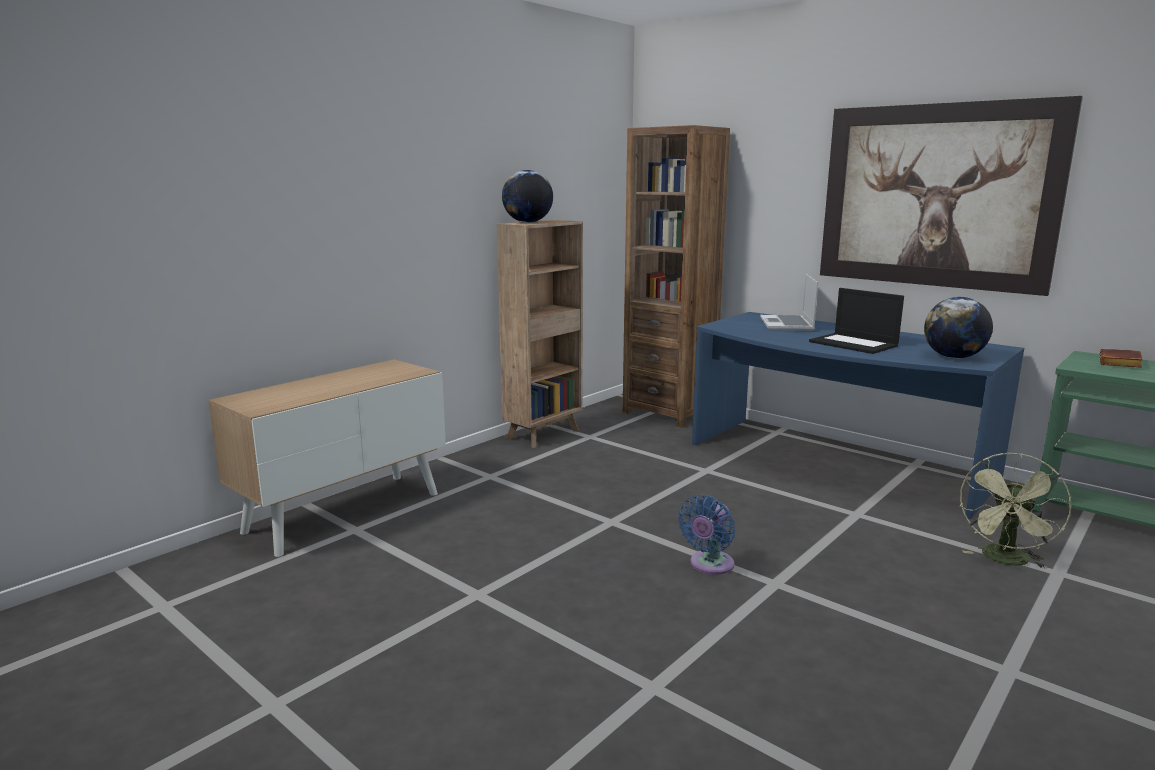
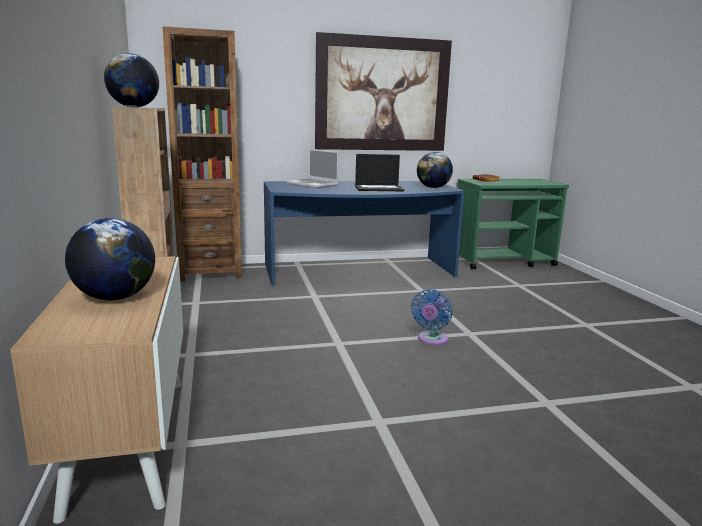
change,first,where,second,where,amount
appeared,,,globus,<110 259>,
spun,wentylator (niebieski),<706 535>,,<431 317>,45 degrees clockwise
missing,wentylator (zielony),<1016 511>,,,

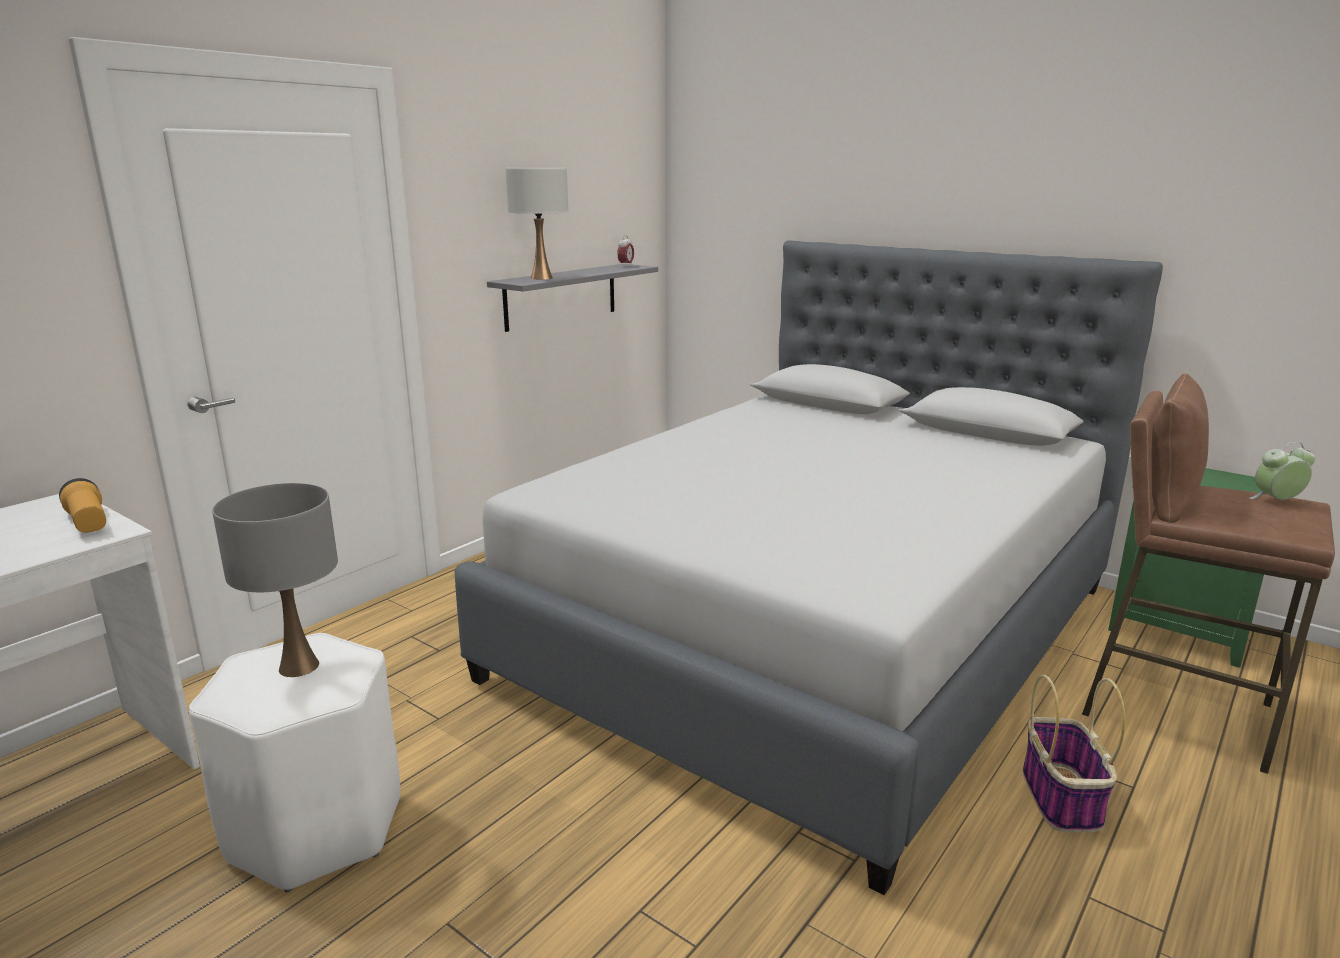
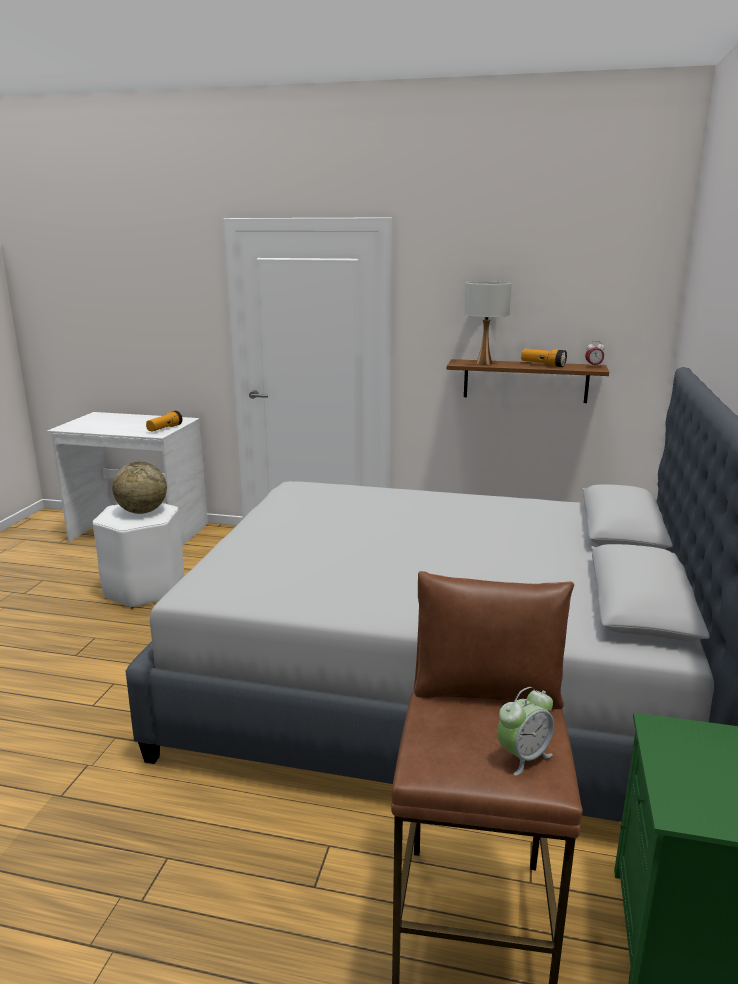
change,first,where,second,where,amount
exchanged,lampa stołowa (szary),<275 580>,globus,<139 488>,
colour,półka (szary),<572 298>,półka (brązowy),<528 381>,
spun,budzik,<1282 471>,,<525 731>,90 degrees clockwise
appeared,,,latarka,<544 358>,
missing,koszyk,<1074 754>,,,

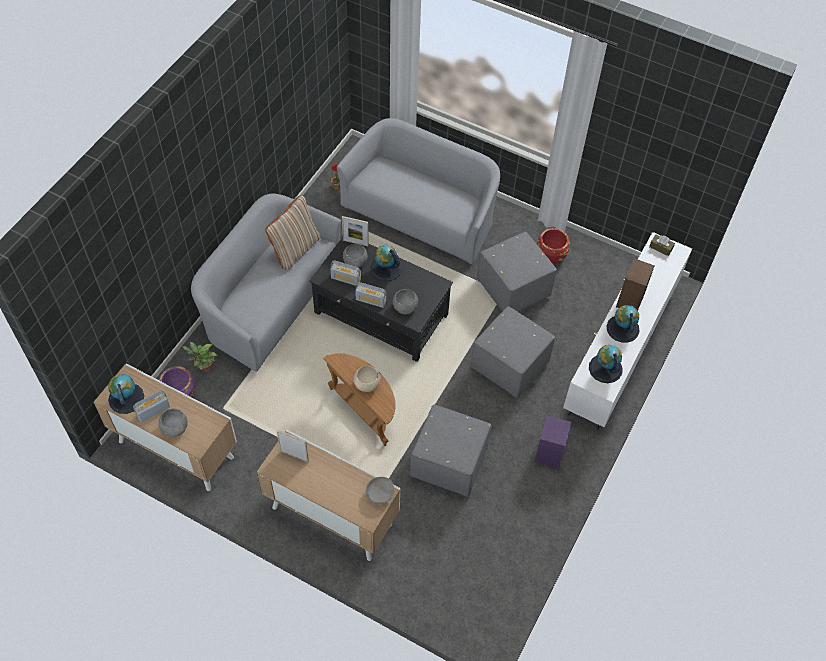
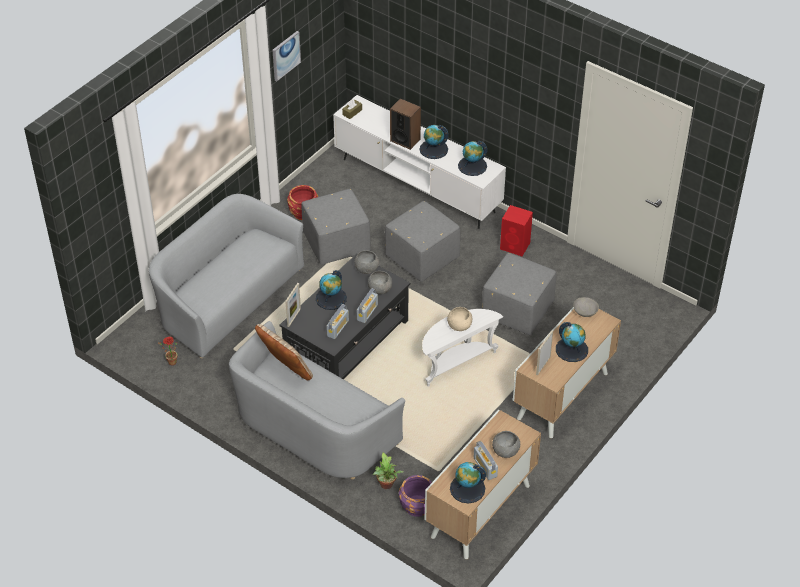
change,first,where,second,where,amount
appeared,,,obraz,<286 56>,
relocated,miska (szary),<355 256>,,<367 262>,
colour,stolik (brązowy),<359 400>,stolik (biały),<462 348>,
colour,głośnik (fioletowy),<553 441>,głośnik (czerwony),<516 230>,
appeared,,,globus,<572 342>,

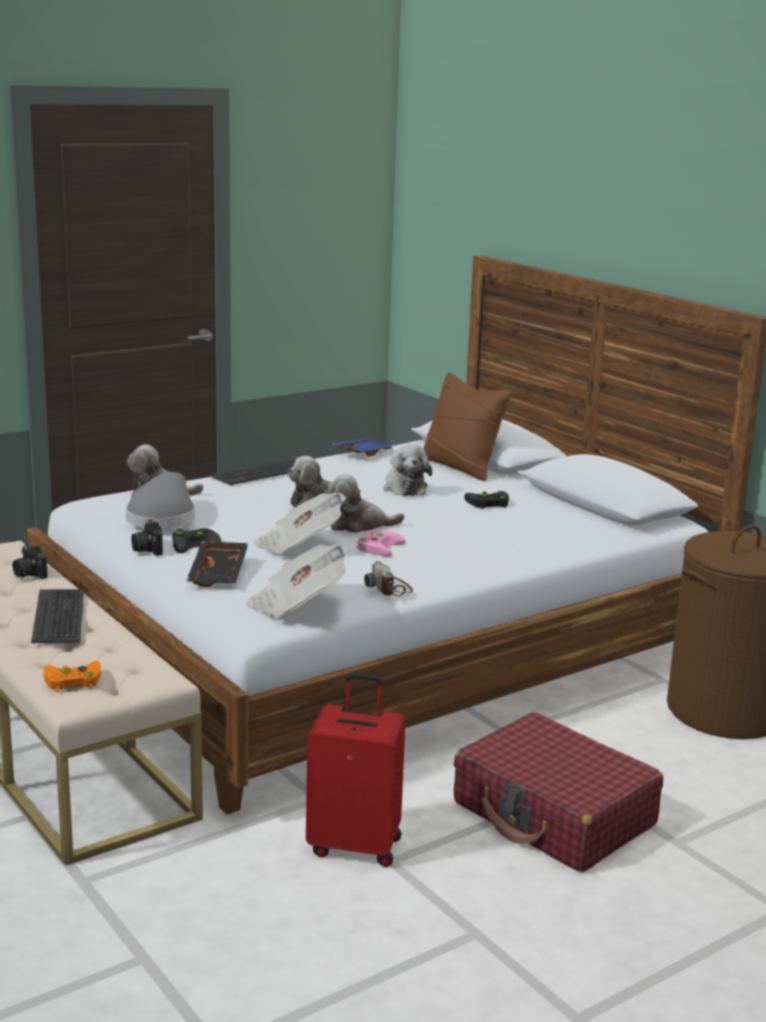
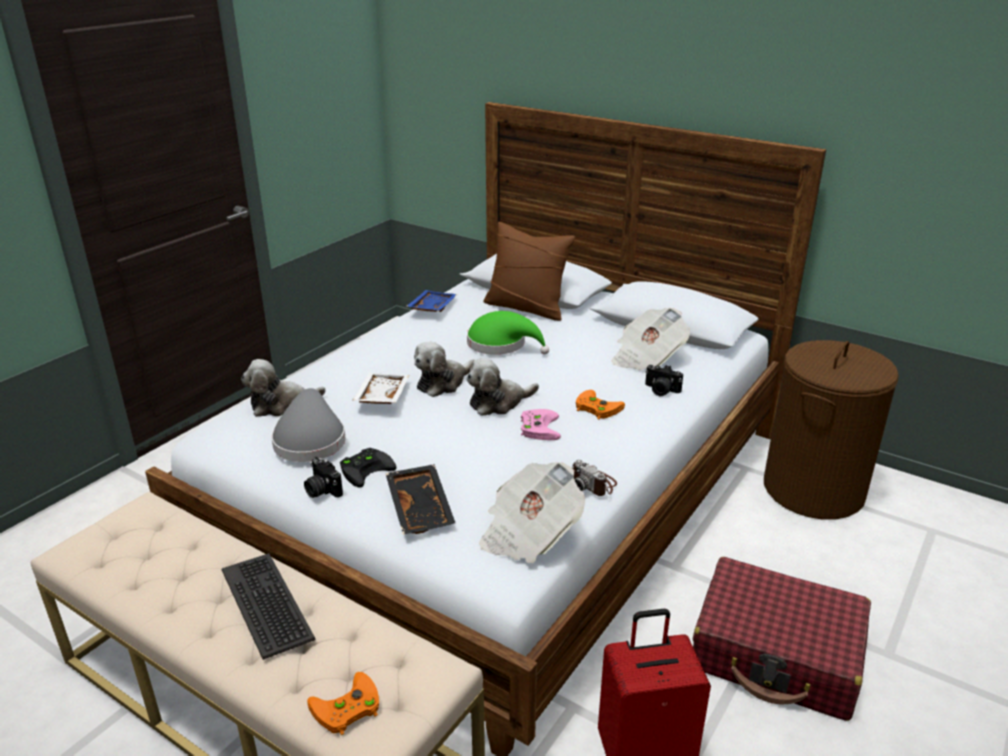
change,first,where,second,where,amount
appeared,,,taca (biały),<381 388>,
exchanged,pluszak,<407 470>,kapelusz (zielony),<508 333>,
appeared,,,pad do gier (pomarańczowy),<600 404>,
relocated,gazeta,<300 523>,,<651 339>,
relocated,aparat fotograficzny,<30 561>,,<664 380>,
missing,klawiatura,<253 472>,,,
missing,pad do gier (czarny),<486 500>,,,

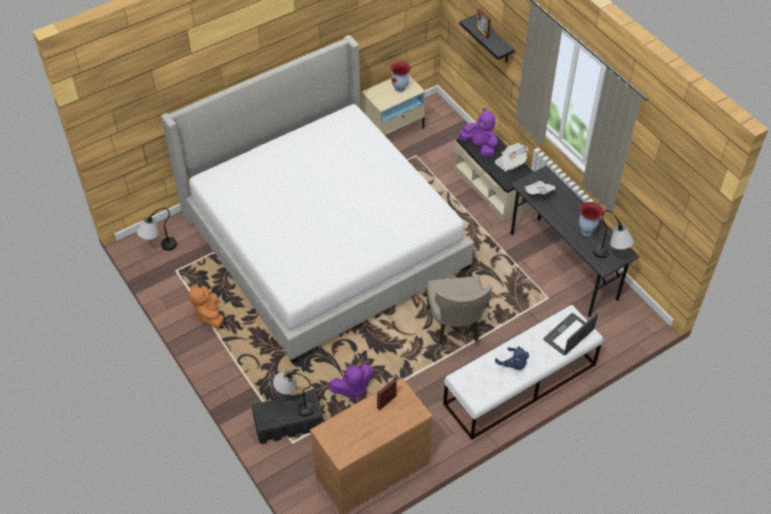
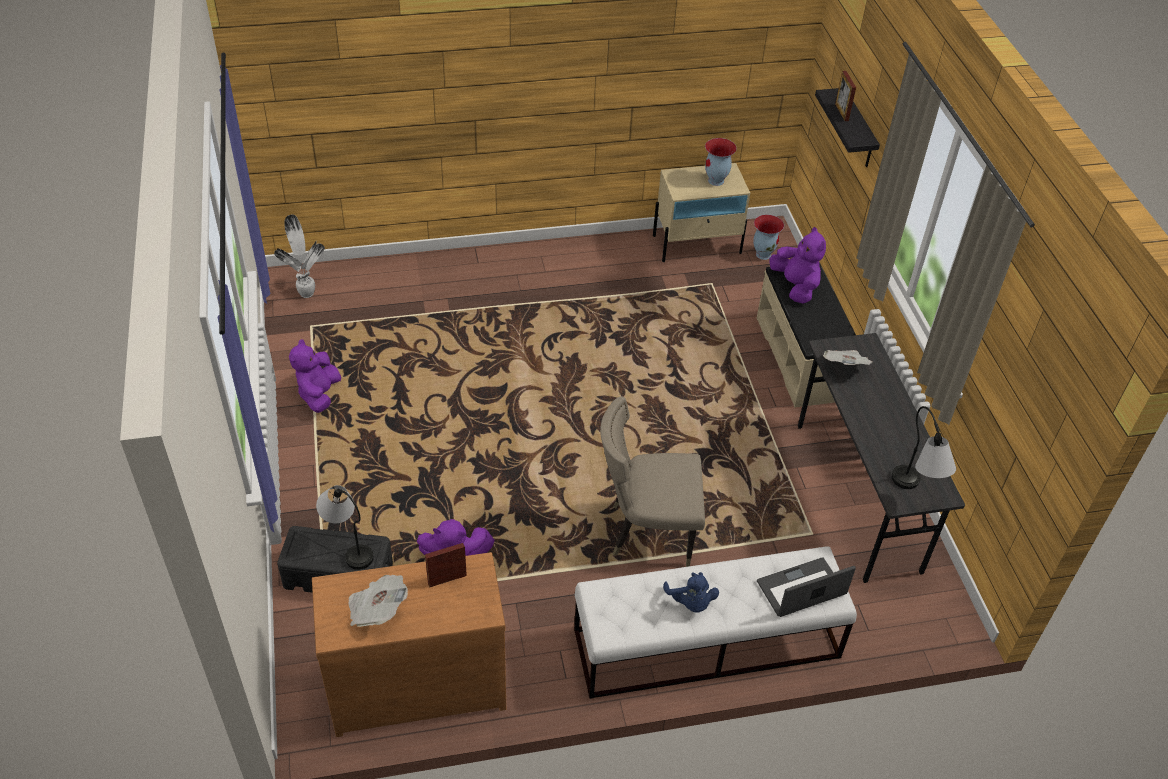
change,first,where,second,where,amount
exchanged,lampa stołowa,<157 229>,roślina doniczkowa,<299 256>,
colour,pluszak (pomarańczowy),<206 306>,pluszak (fioletowy),<315 376>,
relocated,gazeta,<511 157>,,<378 601>,
spun,krzesło (beżowy),<459 313>,,<652 481>,75 degrees clockwise
relocated,wazon,<591 219>,,<768 237>,
missing,łóżko,<317 199>,,,

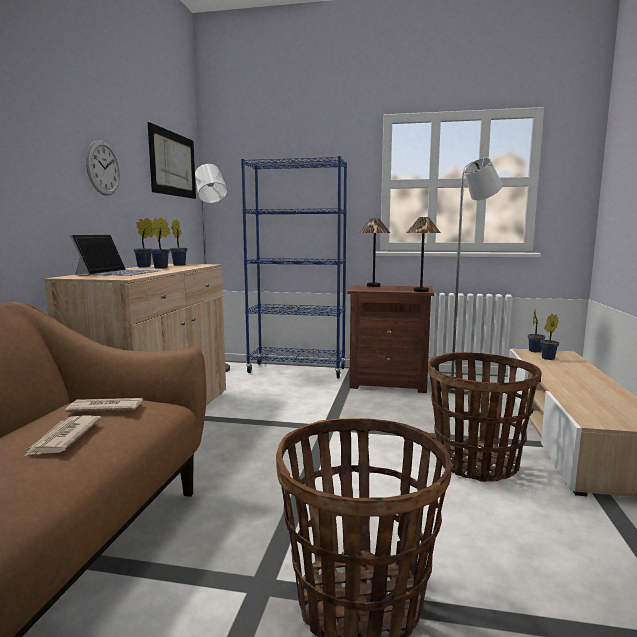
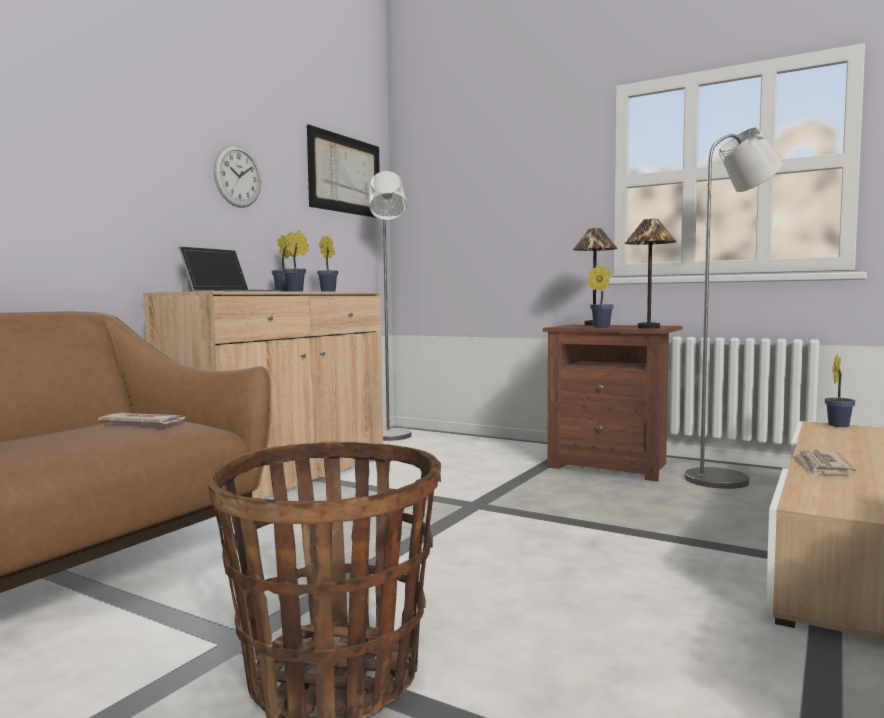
change,first,where,second,where,amount
relocated,roślina doniczkowa,<549 337>,,<601 296>,
relocated,gazeta,<63 436>,,<825 462>,
missing,regał (niebieski),<294 267>,,,
missing,koszyk,<485 417>,,,

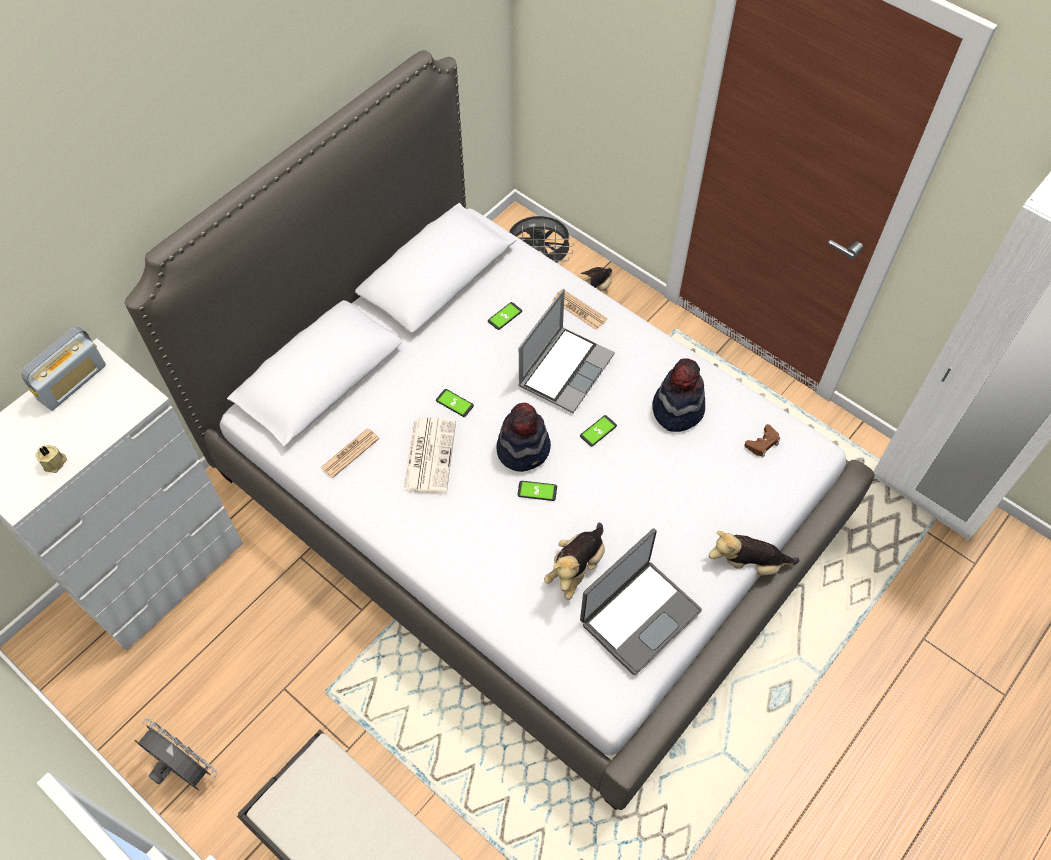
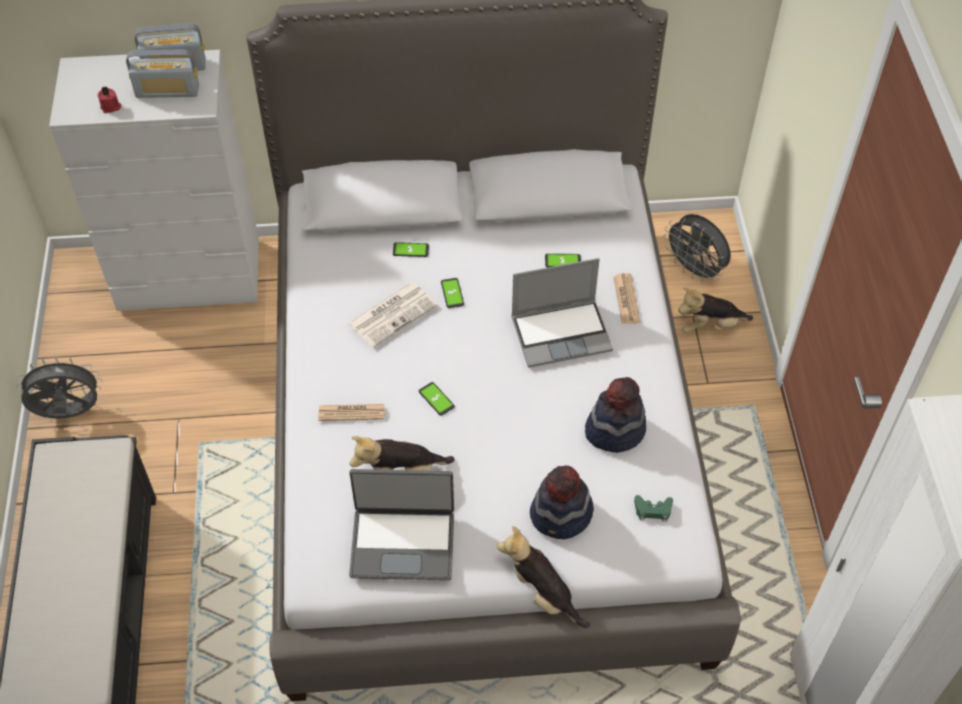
change,first,where,second,where,amount
spun,wentylator (szary),<175 754>,,<59 388>,90 degrees counterclockwise
colour,świeca (beżowy),<51 459>,świeca (czerwony),<109 99>,
appeared,,,radio,<162 74>,
relocated,gazeta,<350 453>,,<351 412>,
relocated,telefon,<598 430>,,<411 249>,
relocated,kapelusz,<523 437>,,<562 502>,
colour,pad do gier (brązowy),<762 441>,pad do gier (zielony),<653 508>,

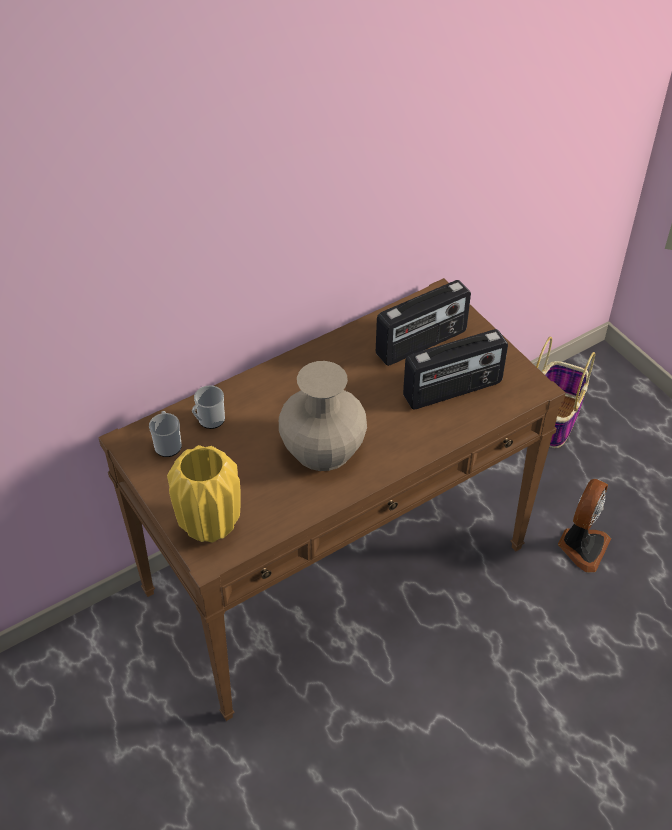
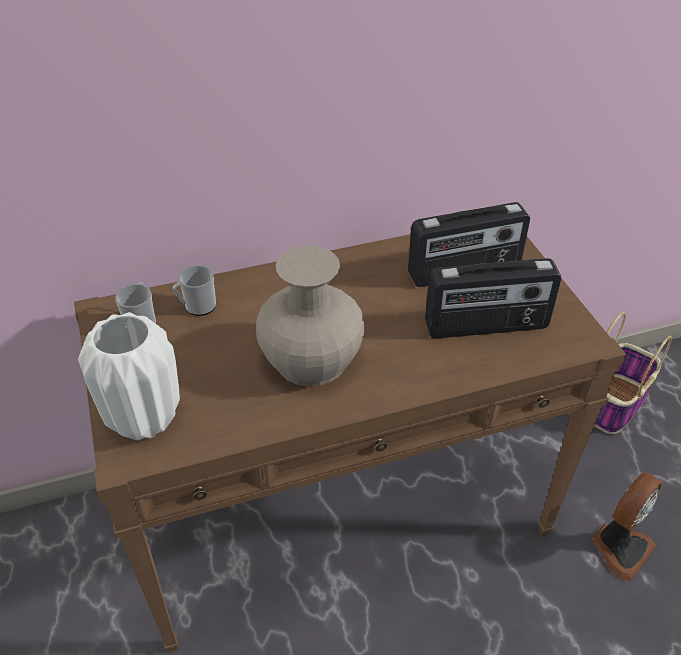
change,first,where,second,where,amount
colour,wazon (żółty),<203 493>,wazon (biały),<129 376>,

